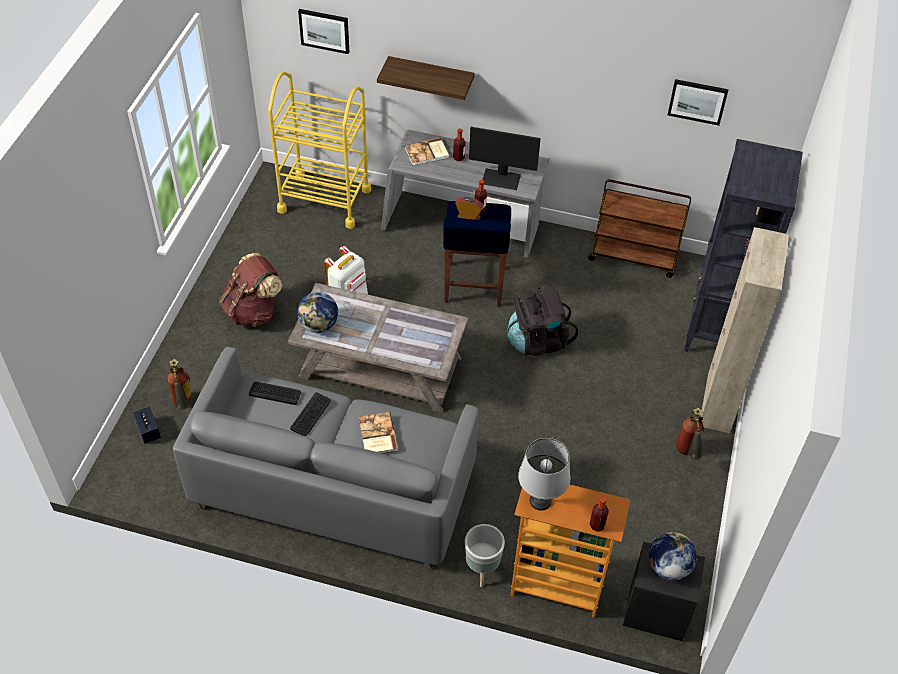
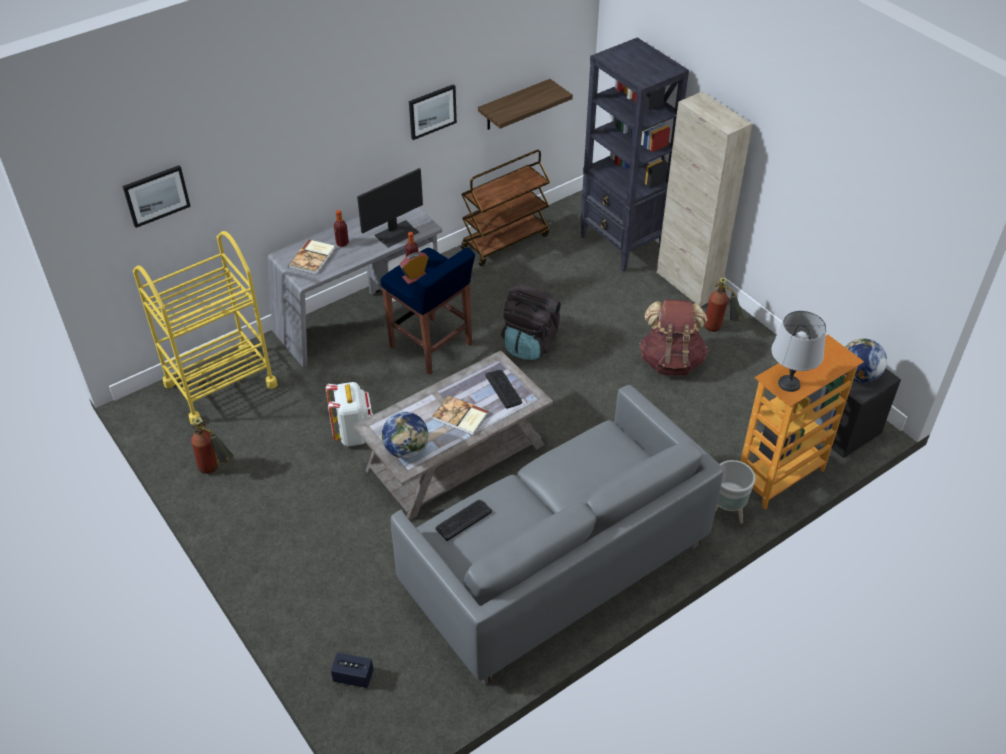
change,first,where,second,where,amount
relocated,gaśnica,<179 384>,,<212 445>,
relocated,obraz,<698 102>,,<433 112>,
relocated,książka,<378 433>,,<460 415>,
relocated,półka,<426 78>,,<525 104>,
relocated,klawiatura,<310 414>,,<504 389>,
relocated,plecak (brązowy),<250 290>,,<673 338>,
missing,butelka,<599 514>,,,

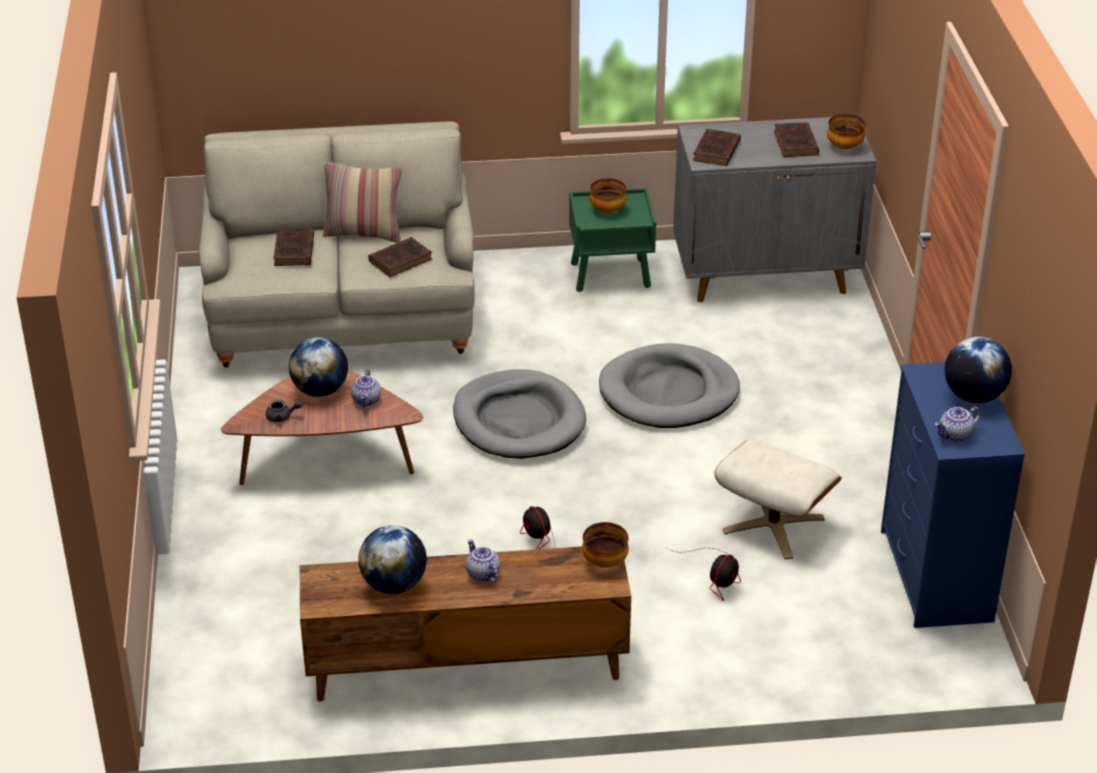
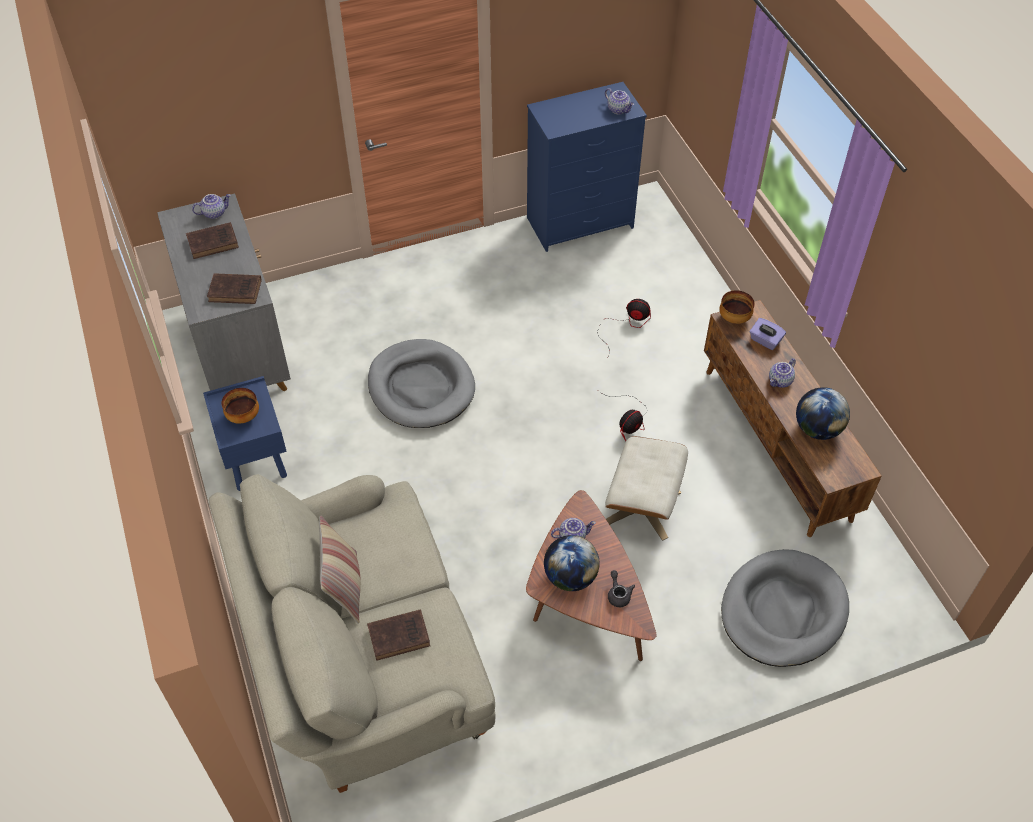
change,first,where,second,where,amount
exchanged,miska,<846 132>,imbryk,<211 206>,
colour,szafka nocna (zielony),<612 240>,szafka nocna (niebieski),<245 433>,
relocated,pufa (beżowy),<778 499>,,<646 488>,
relocated,legowisko (szary),<519 414>,,<785 608>,
appeared,,,pudełko chusteczek (fioletowy),<768 334>,
missing,książka (brązowy),<400 257>,,,
missing,globus,<978 370>,,,

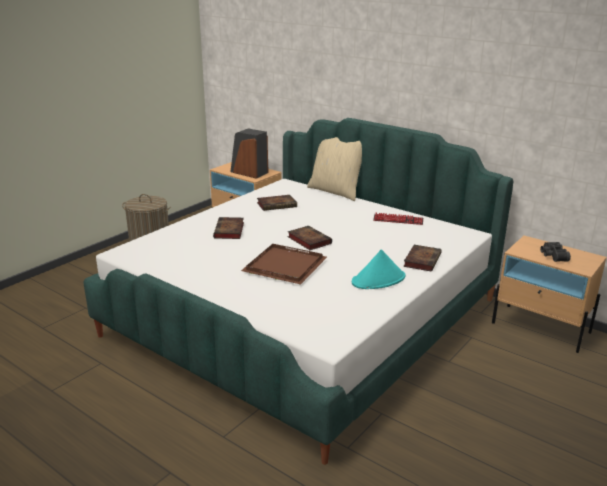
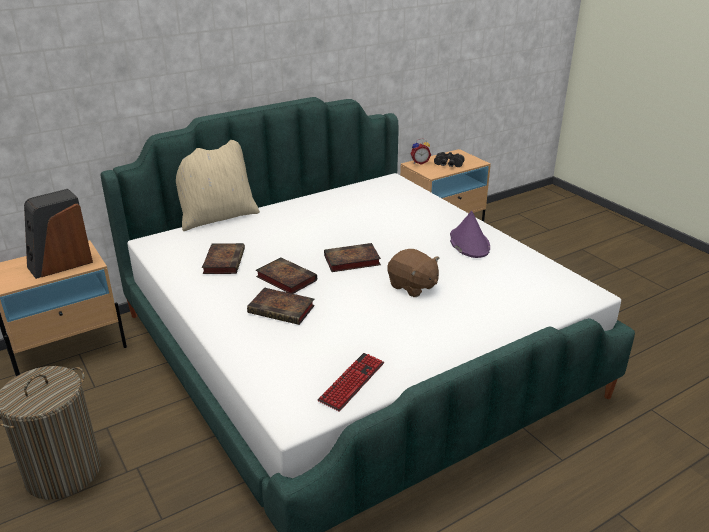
change,first,where,second,where,amount
relocated,książka,<422 258>,,<286 275>,
relocated,klawiatura,<398 219>,,<351 382>,
exchanged,taca (brązowy),<284 264>,pluszak (brązowy),<413 273>,
appeared,,,budzik,<420 151>,
colour,kapelusz (turkusowy),<378 269>,kapelusz (fioletowy),<470 234>,

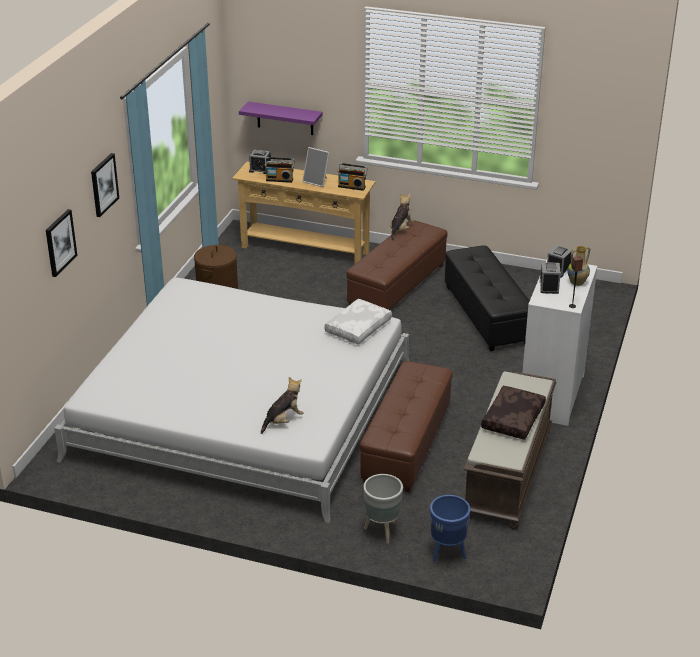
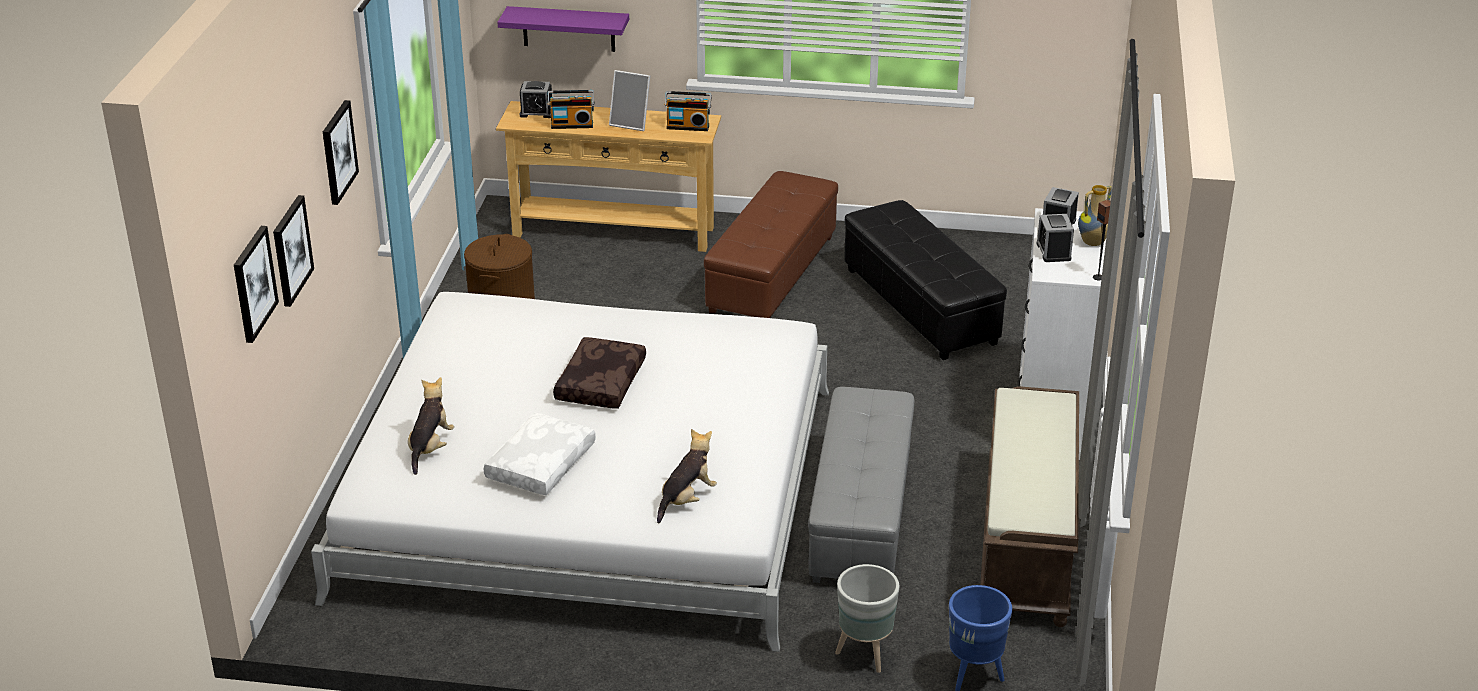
change,first,where,second,where,amount
appeared,,,obraz,<256 284>,
relocated,pluszak,<402 217>,,<431 426>,
relocated,poduszka (biały),<358 322>,,<539 454>,
relocated,poduszka (brązowy),<513 412>,,<599 373>,
colour,pufa (brązowy),<406 426>,pufa (szary),<861 485>,

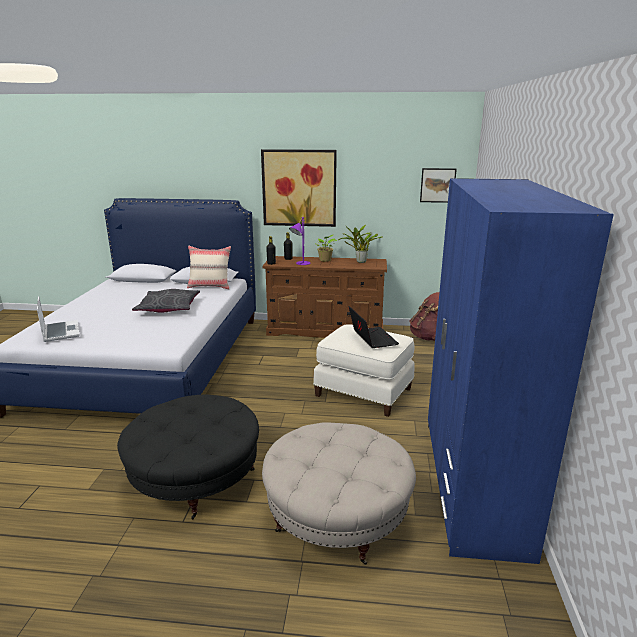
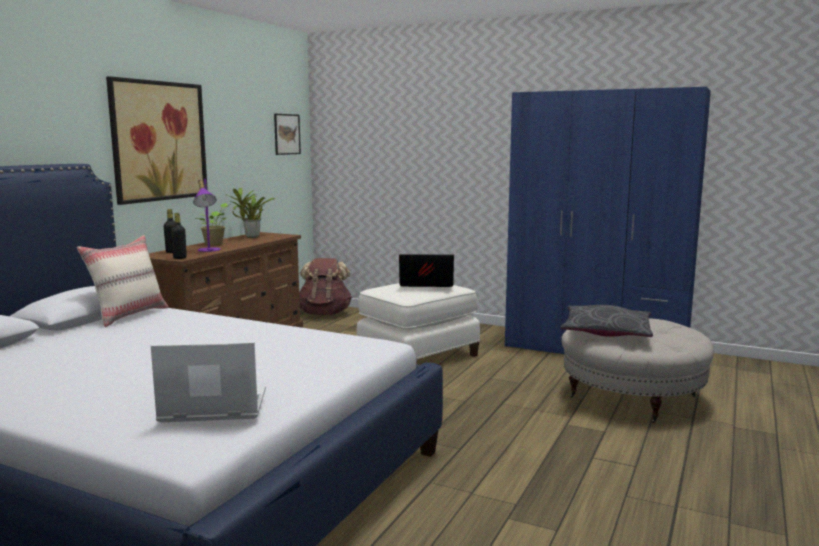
change,first,where,second,where,amount
relocated,poduszka (szary),<166 301>,,<606 321>,
missing,pufa (czarny),<188 456>,,,

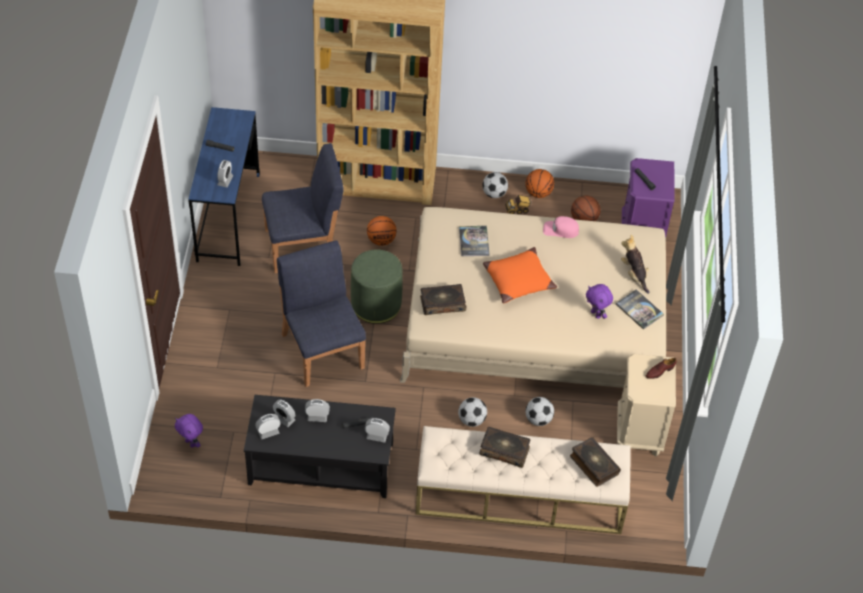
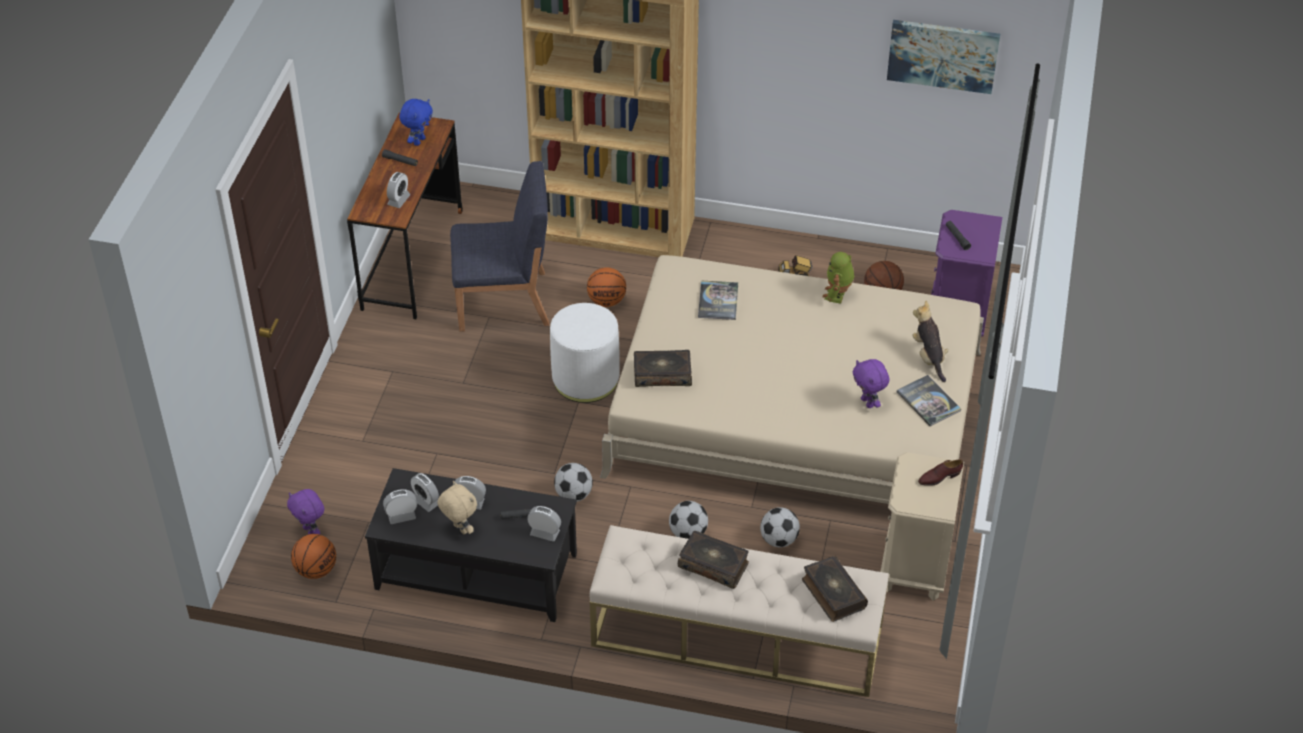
change,first,where,second,where,amount
relocated,piłka do koszykówki,<539 183>,,<313 556>,
colour,biurko (niebieski),<224 186>,biurko (brązowy),<405 216>,
appeared,,,pluszak (niebieski),<416 122>,
appeared,,,pluszak (beżowy),<457 507>,
colour,pufa (zielony),<377 287>,pufa (biały),<585 353>,
relocated,piłka futbolowa,<495 185>,,<573 482>,
exchanged,czapka z daszkiem (różowy),<561 227>,robot zabawkowy,<838 277>,
appeared,,,obraz,<943 57>,
missing,krzesło (niebieski),<321 313>,,,
missing,poduszka (pomarańczowy),<520 275>,,,

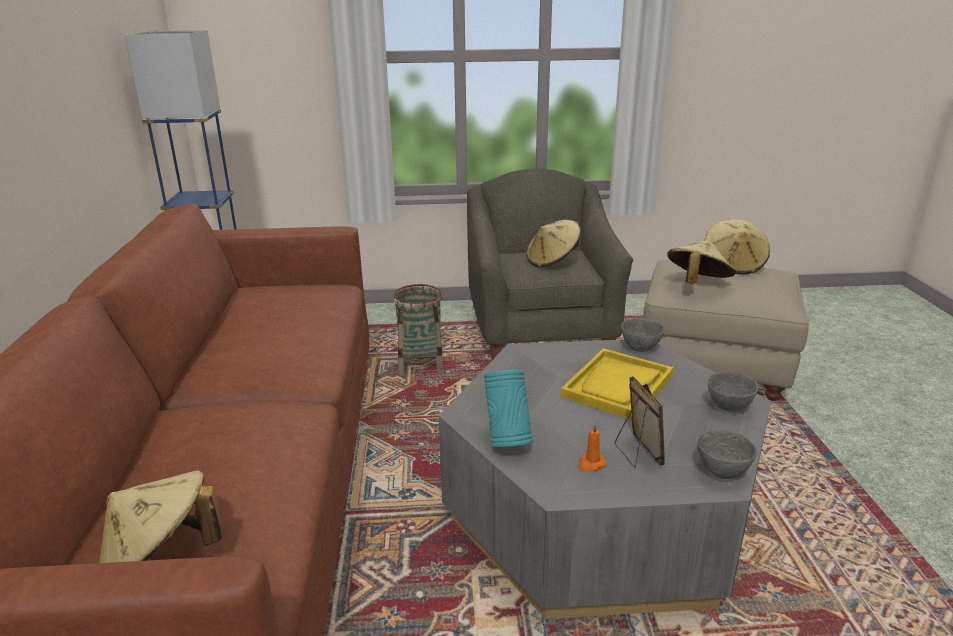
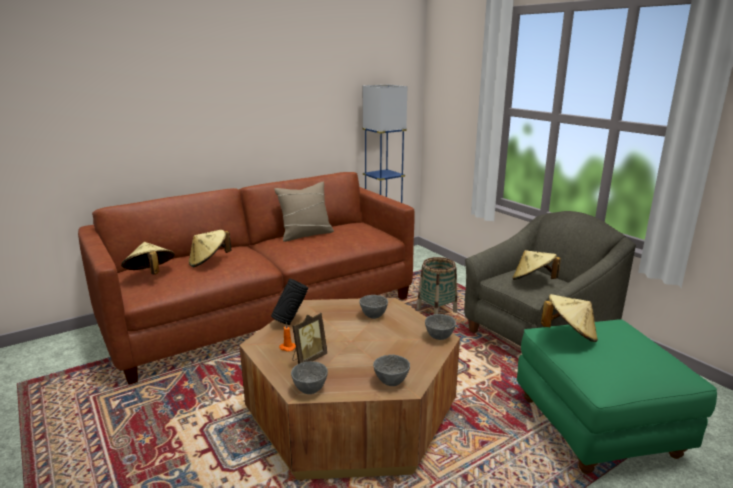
change,first,where,second,where,amount
relocated,kapelusz (beżowy),<737 246>,,<210 248>,
colour,ława (szary),<605 479>,ława (brązowy),<349 389>,
colour,wazon (turkusowy),<508 409>,wazon (czarny),<289 302>,
appeared,,,poduszka (beżowy),<304 212>,
appeared,,,miska (szary),<373 307>,
colour,pufa (beżowy),<726 330>,pufa (zielony),<617 396>,
missing,taca (żółty),<617 384>,,,

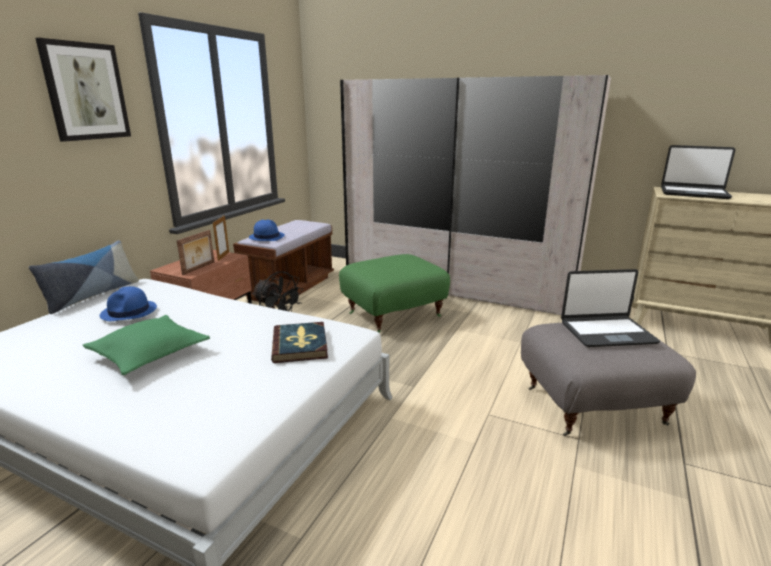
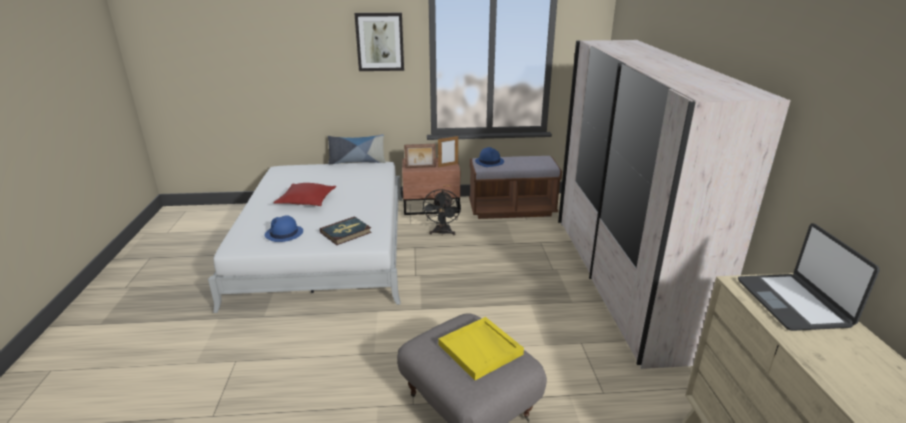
change,first,where,second,where,amount
relocated,kapelusz (niebieski),<128 303>,,<283 228>,
colour,poduszka (zielony),<146 345>,poduszka (czerwony),<305 194>,
exchanged,laptop,<610 308>,taca (żółty),<481 348>,
missing,pufa (zielony),<394 293>,,,

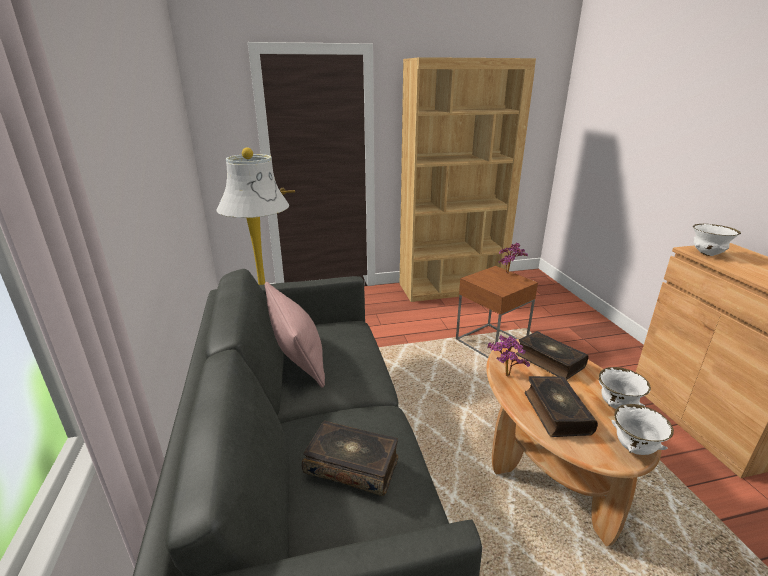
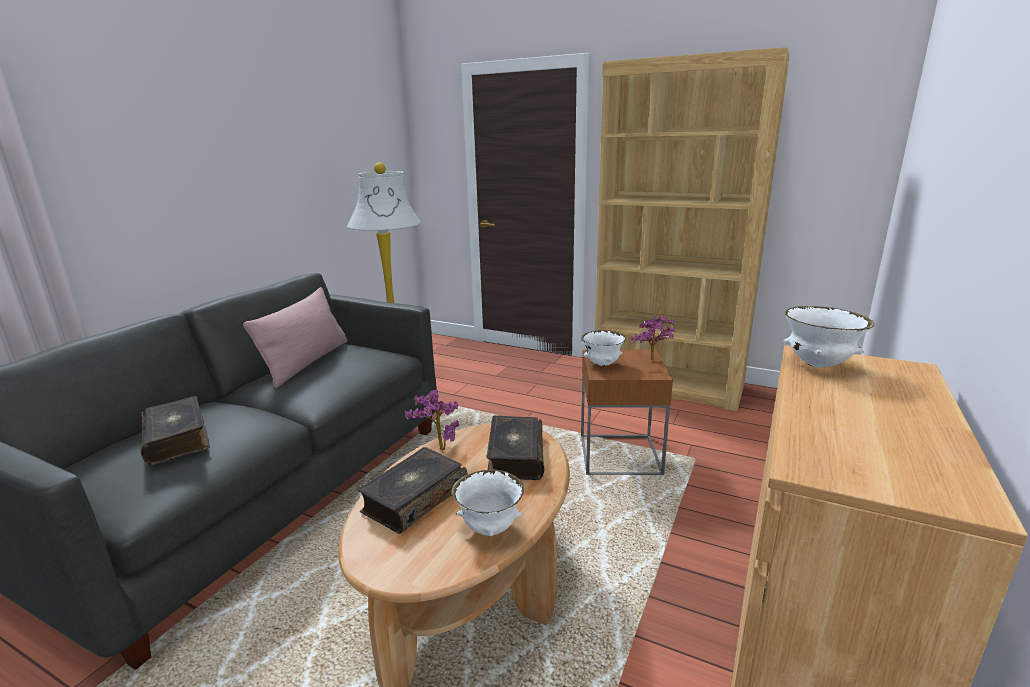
change,first,where,second,where,amount
relocated,miska (biały),<643 429>,,<603 348>,

